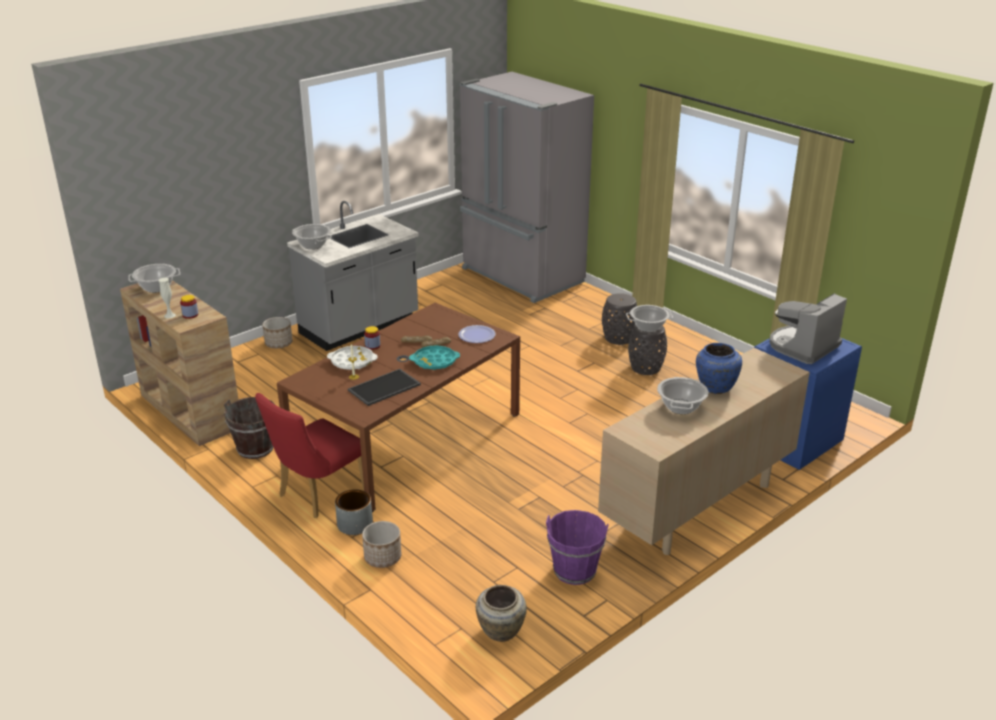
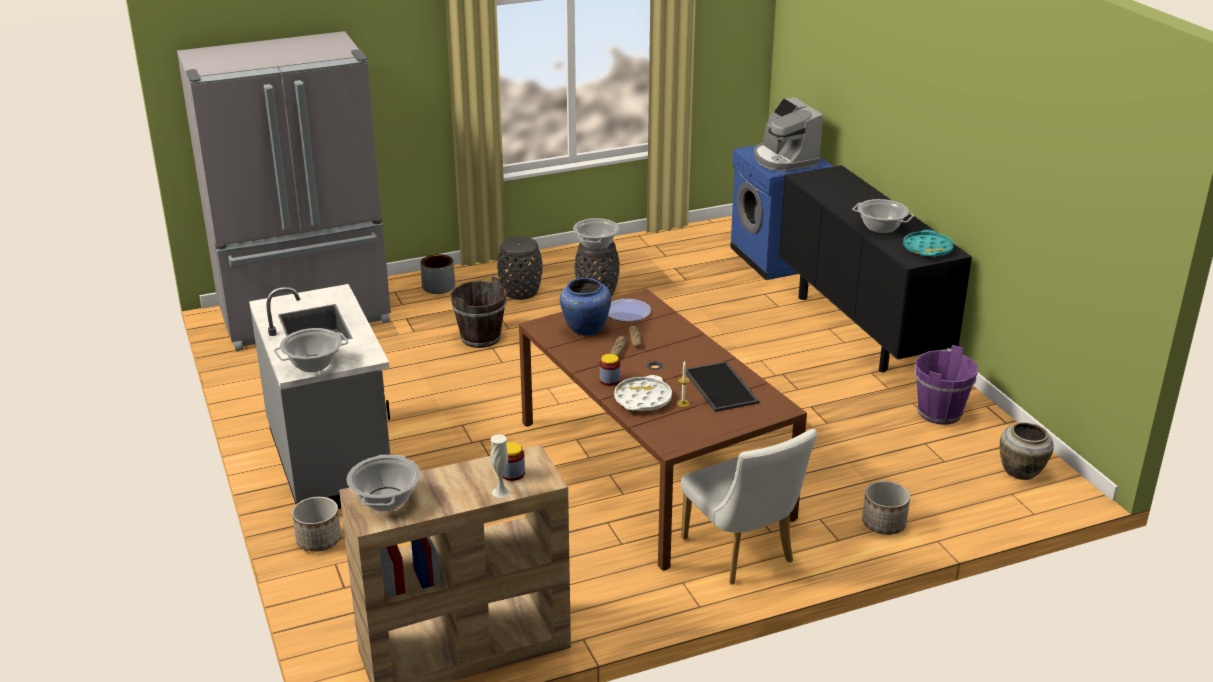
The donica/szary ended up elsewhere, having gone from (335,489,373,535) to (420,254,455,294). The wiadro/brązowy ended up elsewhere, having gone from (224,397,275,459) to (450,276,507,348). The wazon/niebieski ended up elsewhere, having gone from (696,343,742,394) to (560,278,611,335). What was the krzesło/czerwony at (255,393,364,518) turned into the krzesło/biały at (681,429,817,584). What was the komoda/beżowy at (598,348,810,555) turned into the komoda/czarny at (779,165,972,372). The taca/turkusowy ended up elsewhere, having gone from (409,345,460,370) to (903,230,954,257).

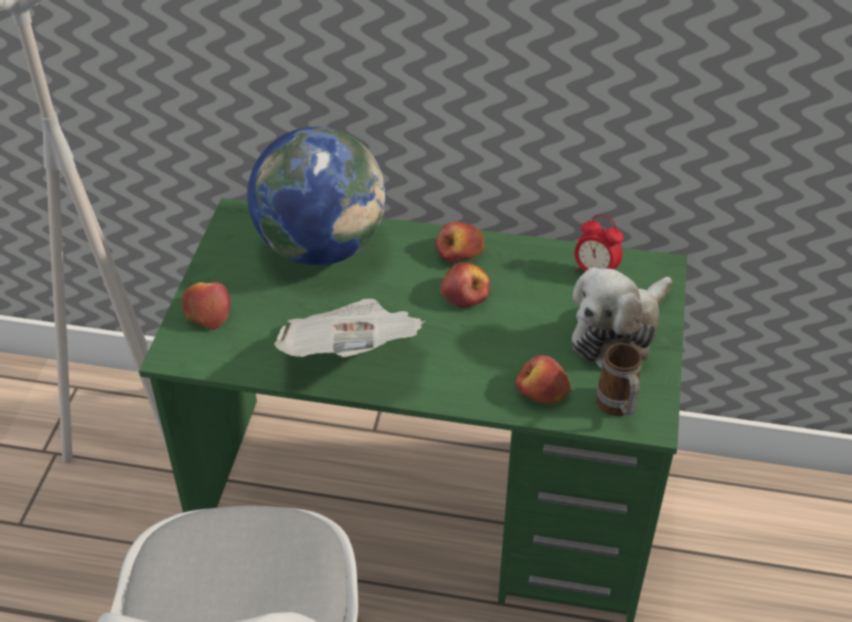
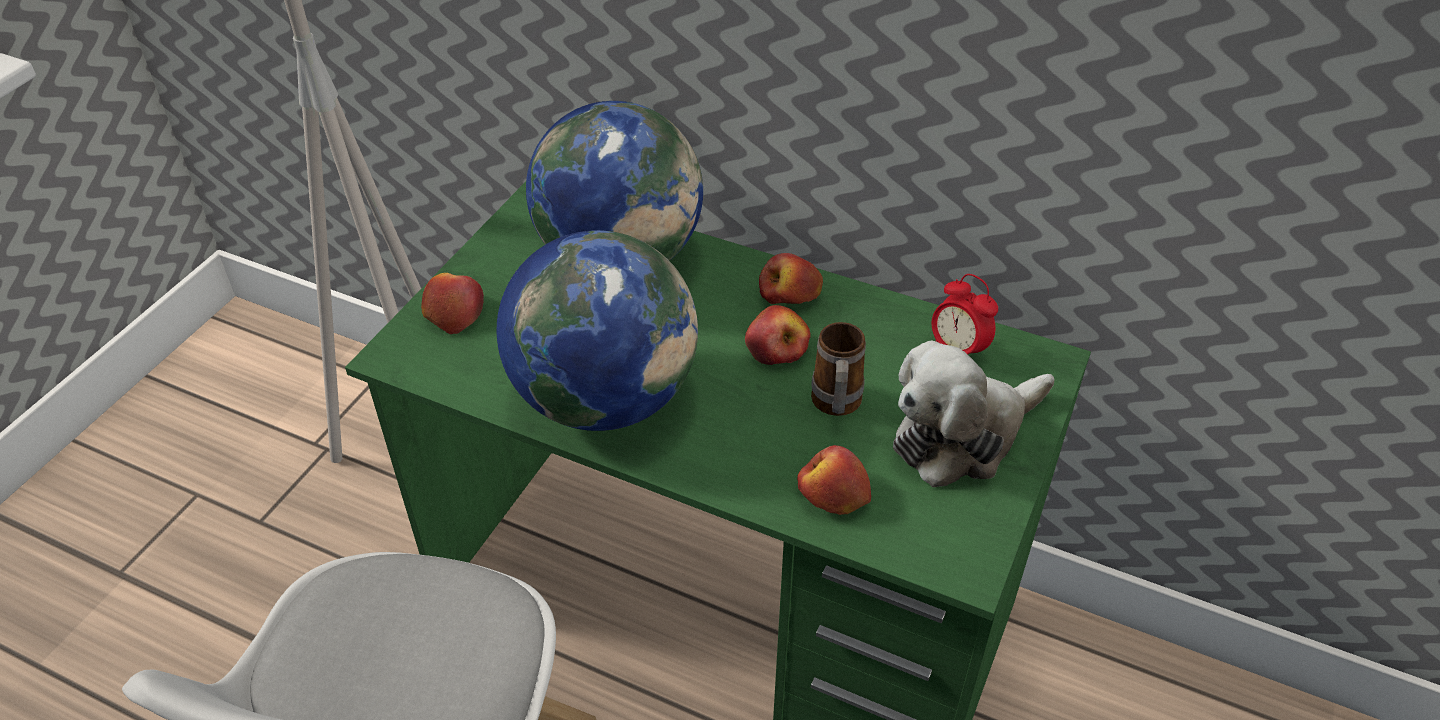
Where the gazeta stood at (274,299,425,357), the globus came to stand at (497,230,698,431). The kubek ended up elsewhere, having gone from (596,343,642,416) to (811,322,866,416).

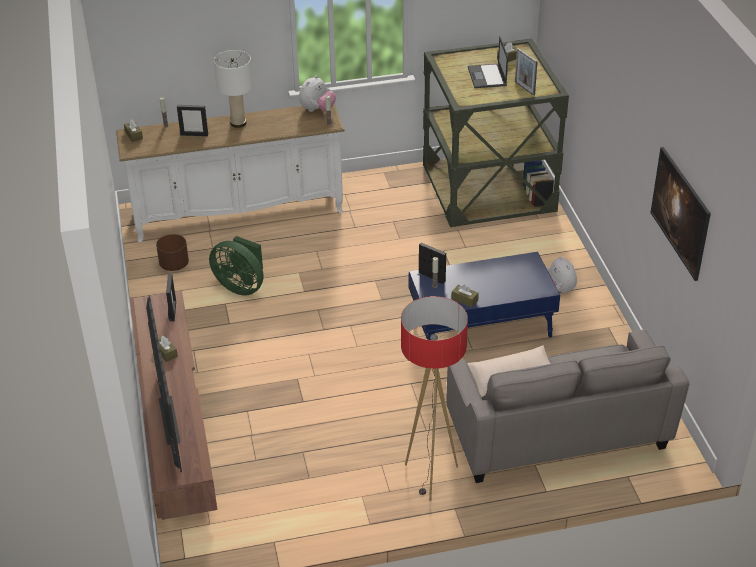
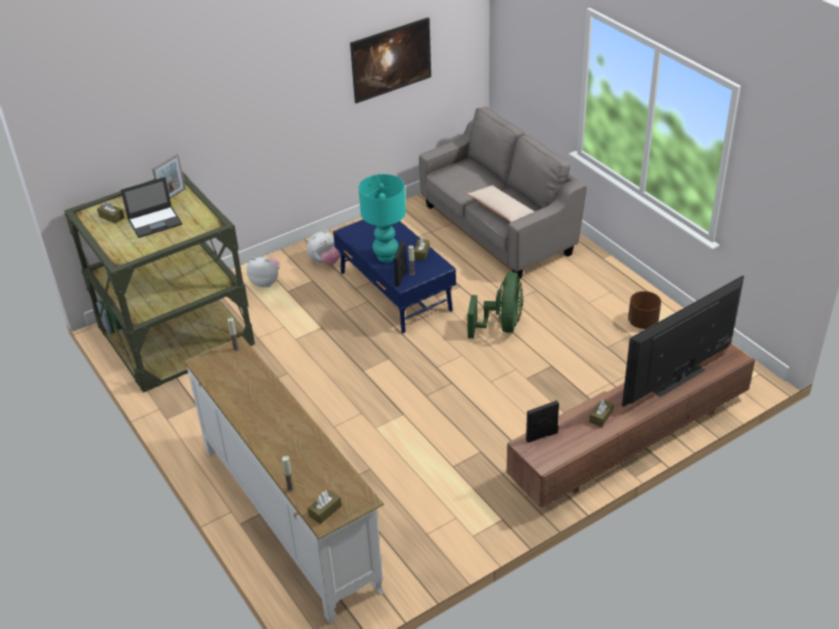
The pluszak ended up elsewhere, having gone from (299,75,336,112) to (247,257,279,287). The second view gained the lampa stołowa/turkusowy at (359,174,406,262). The wentylator/zielony ended up elsewhere, having gone from (209,236,264,296) to (467,272,523,339). The donica/brązowy ended up elsewhere, having gone from (156,234,189,271) to (628,291,661,329). The second view lost the ramka na zdjęcie at (177,105,208,136). The second view lost the lampa stołowa/biały at (214,50,253,128). The second view lost the lampa stojąca at (401,296,468,501).

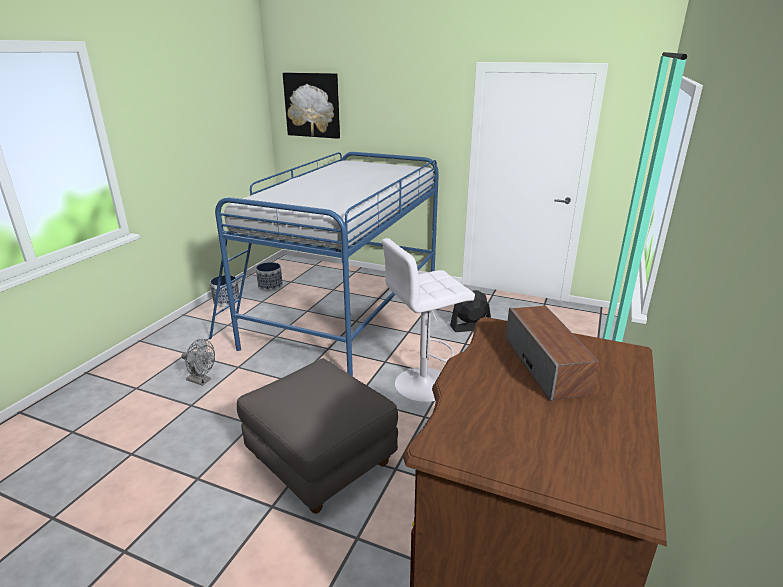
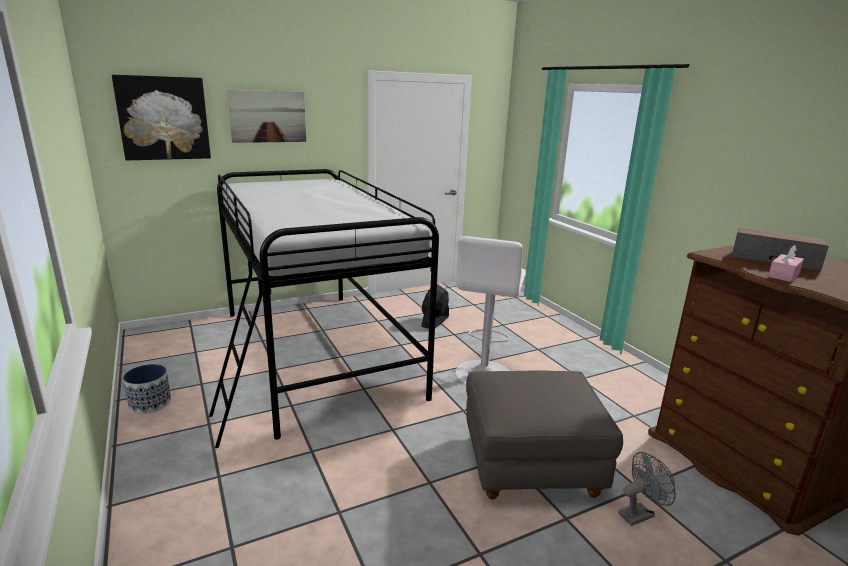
What was the łóżko/niebieski at (209,152,439,376) turned into the łóżko/czarny at (209,169,439,448). The second view gained the obraz at (227,90,306,143). The wentylator/szary ended up elsewhere, having gone from (182,339,215,386) to (618,452,676,526). The second view gained the pudełko chusteczek/różowy at (768,245,804,282). The second view lost the donica at (256,262,283,291).

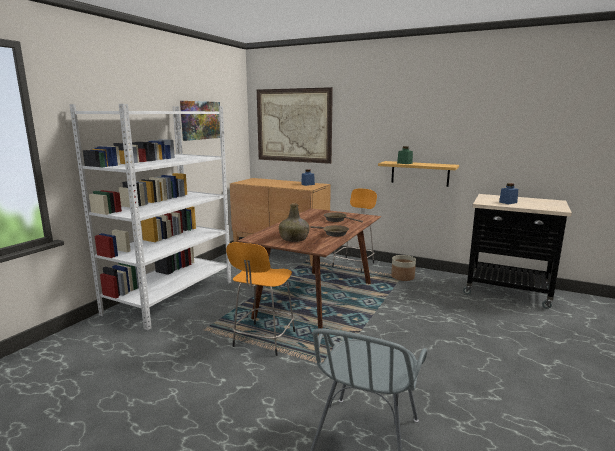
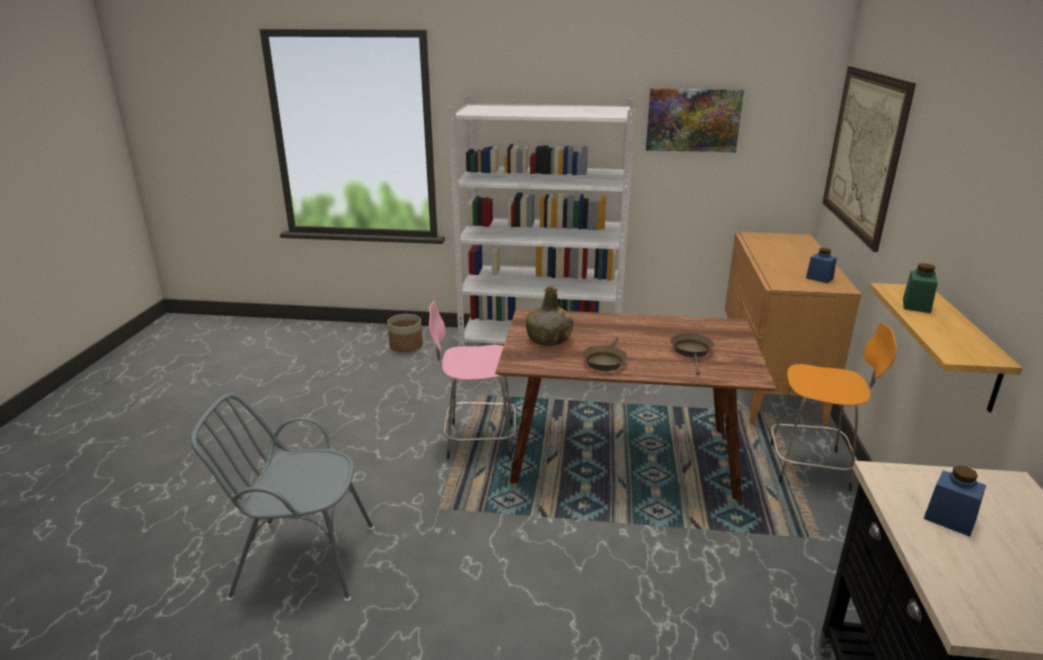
The donica ended up elsewhere, having gone from (391,255,416,281) to (387,314,423,352). What was the stołek/pomarańczowy at (226,242,295,356) turned into the stołek/różowy at (429,301,516,459).

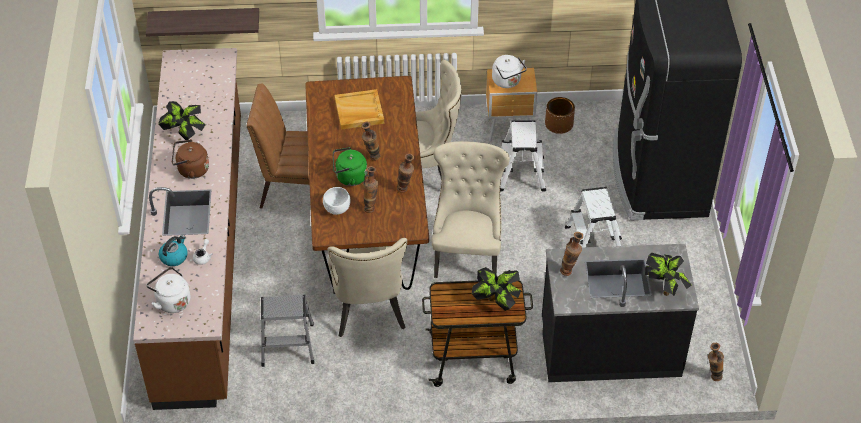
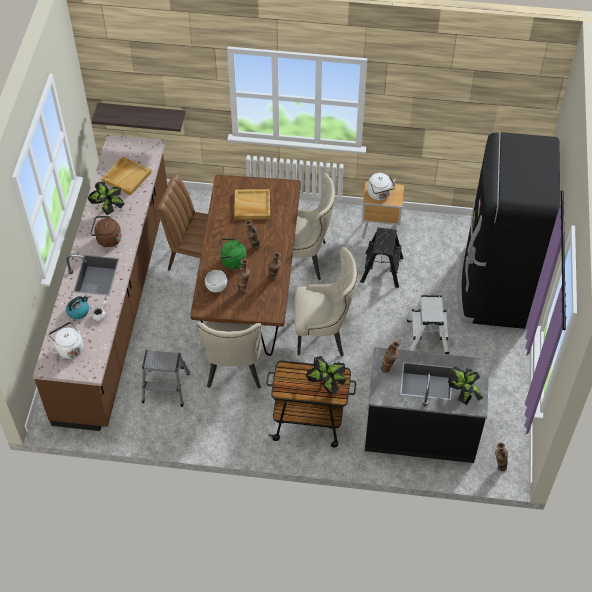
The second view gained the taca/beżowy at (102,156,151,195). The krzesło/beżowy at (431,141,510,278) ended up facing another way, 75 degrees clockwise from before. What was the drabinka/biały at (500,120,546,192) turned into the drabinka/czarny at (360,227,404,288). The second view lost the donica/brązowy at (545,97,575,134).

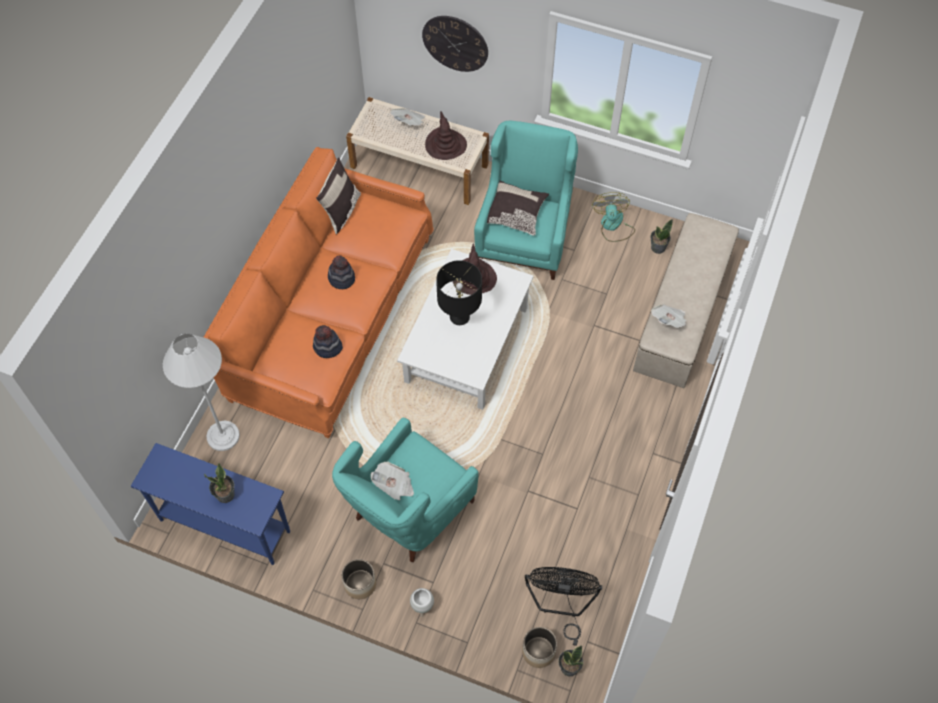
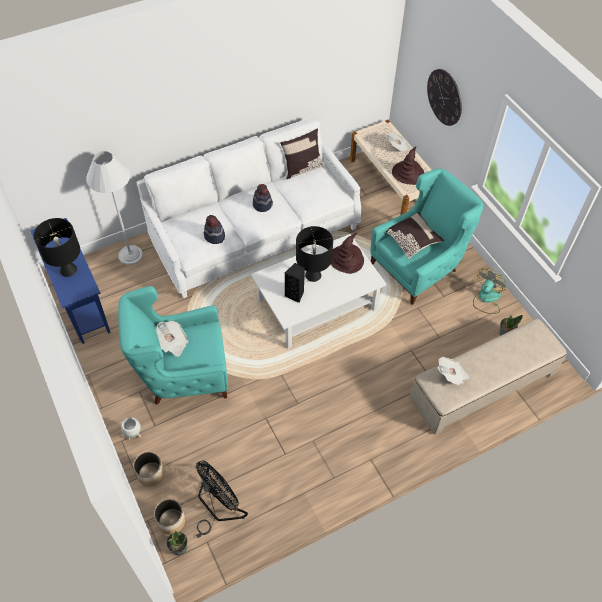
Where the roślina doniczkowa stood at (204,463,234,503), the lampa stołowa/czarny came to stand at (33,218,80,277). The donica ended up elsewhere, having gone from (342,559,376,599) to (133,452,164,486). What was the kanapa/pomarańczowy at (204,147,434,438) turned into the kanapa/biały at (136,117,361,298). The second view gained the głośnik/czarny at (285,263,305,303).

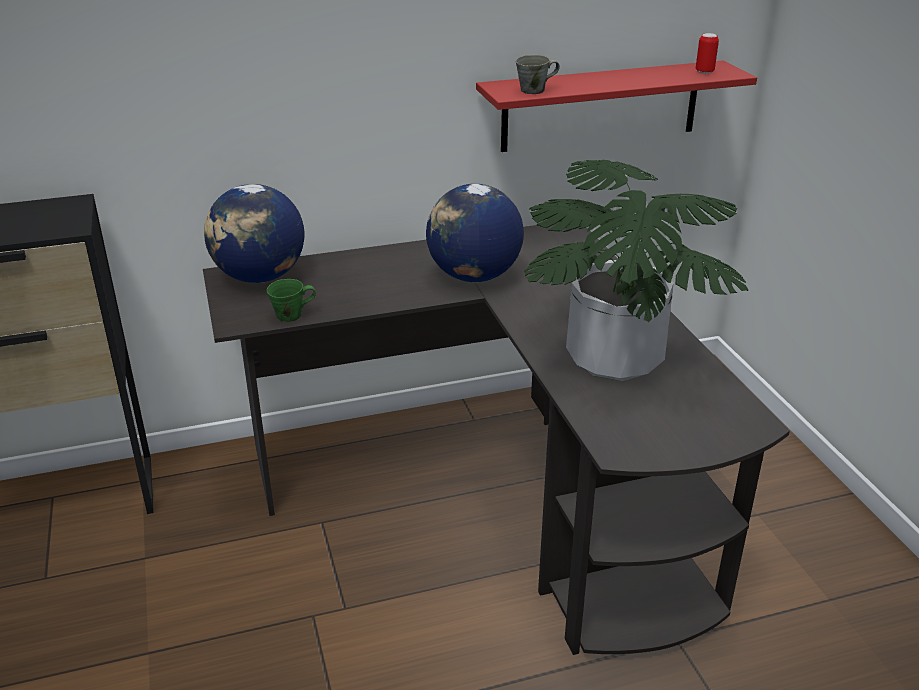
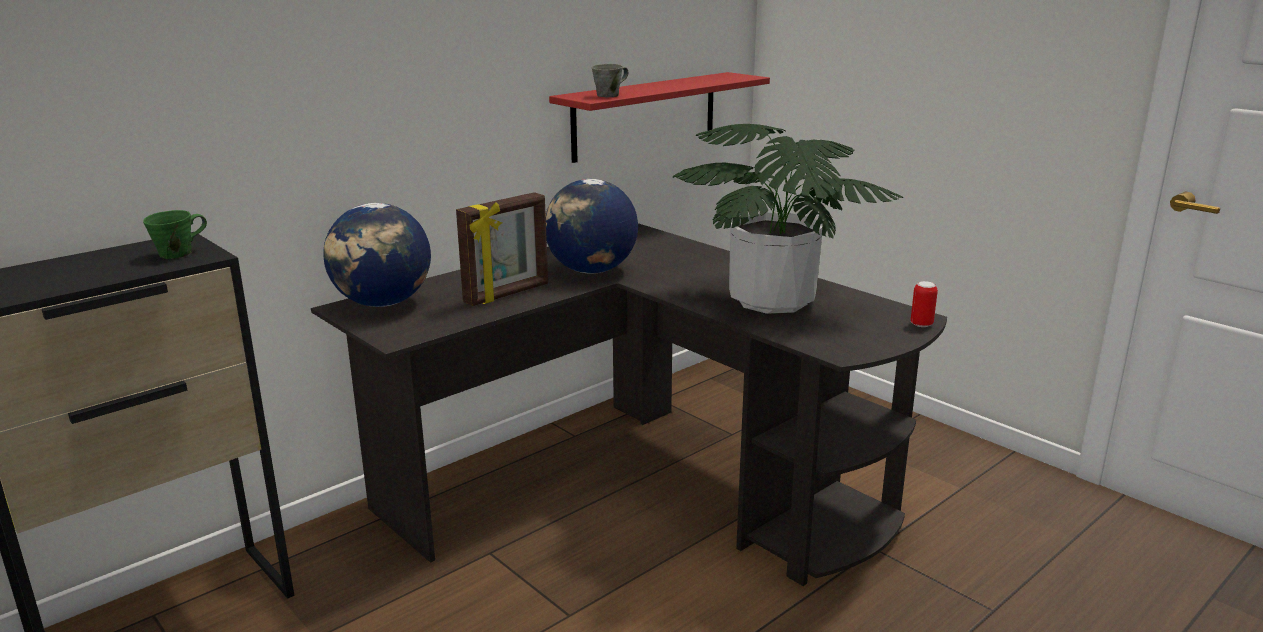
The kubek/zielony ended up elsewhere, having gone from (266,279,316,322) to (143,210,207,259). The second view gained the ramka na zdjęcie at (456,192,548,306). The puszka ended up elsewhere, having gone from (696,33,719,74) to (911,281,938,327).

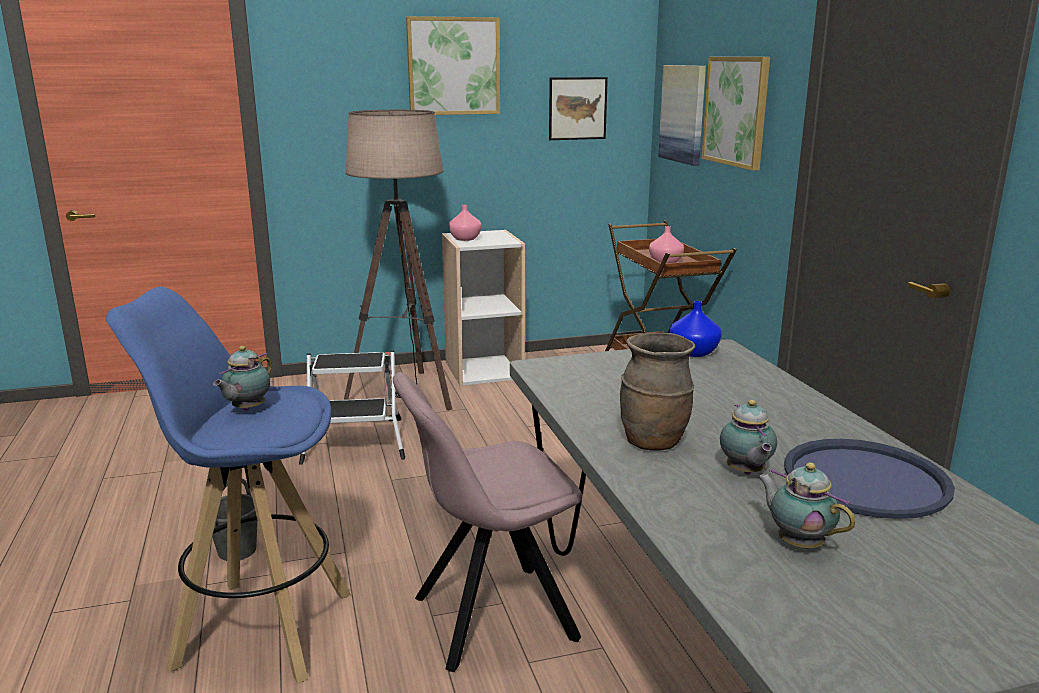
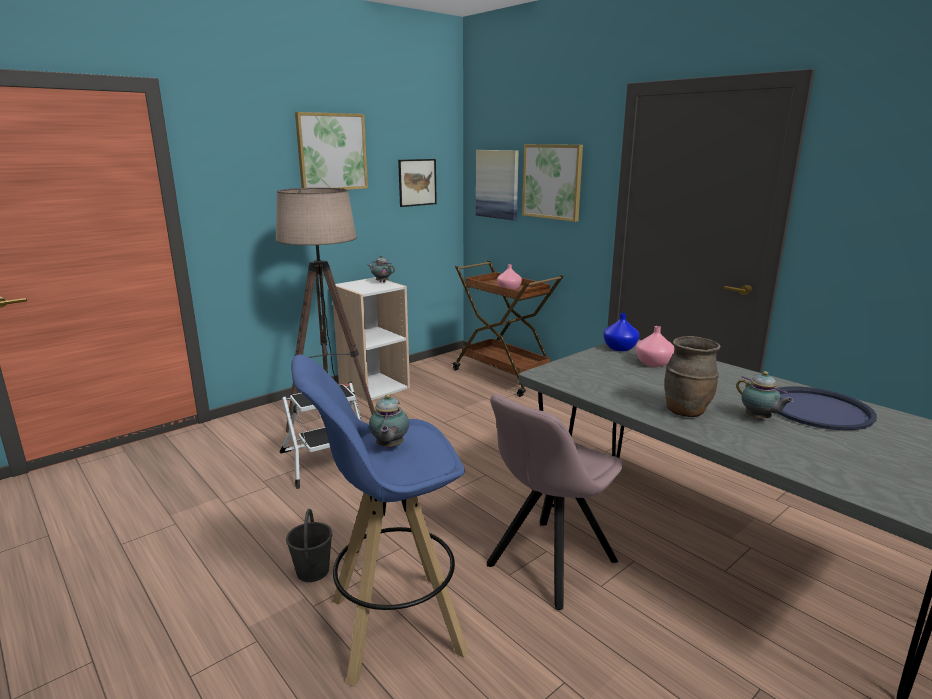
The imbryk ended up elsewhere, having gone from (757,463,855,549) to (368,255,395,283). The wazon/różowy ended up elsewhere, having gone from (449,205,481,241) to (636,326,675,367).

